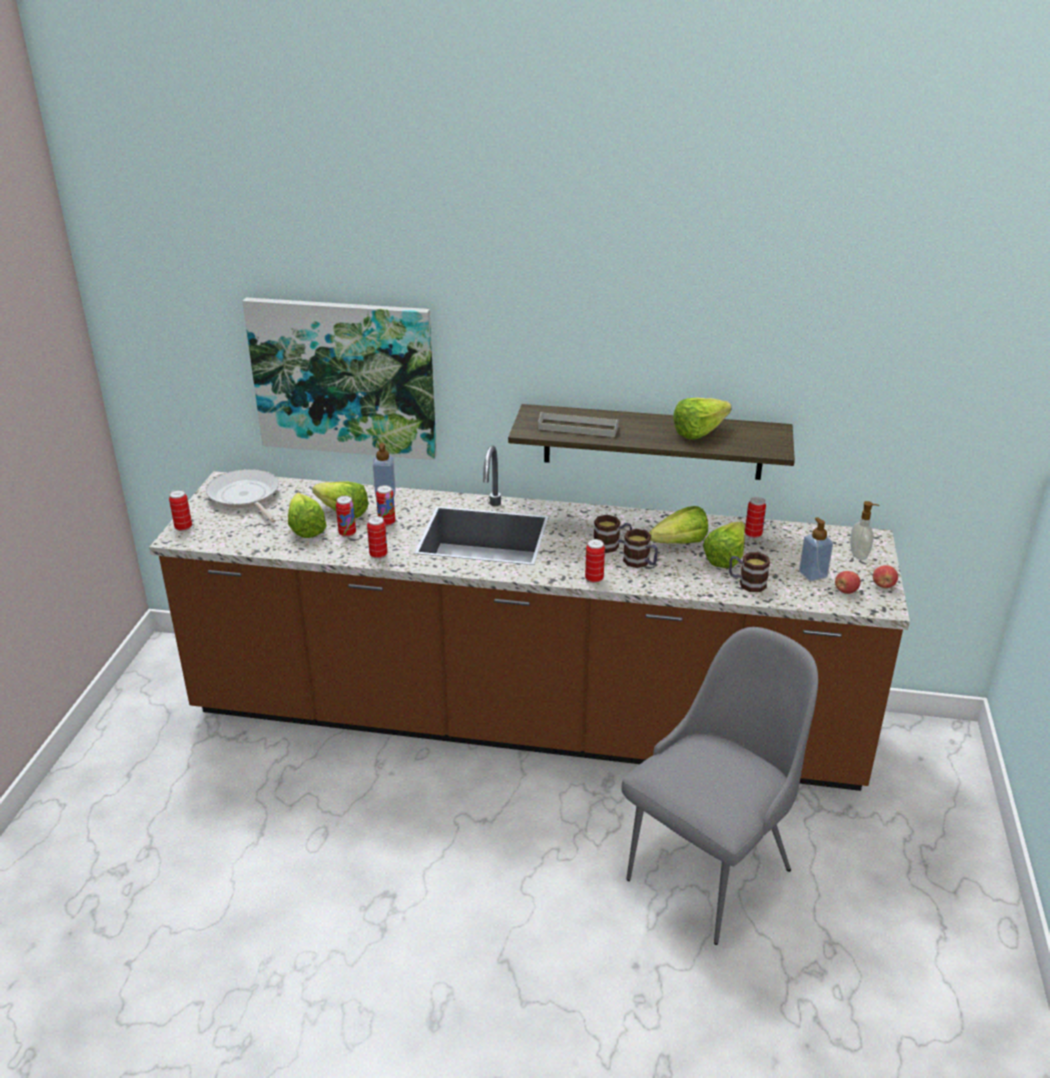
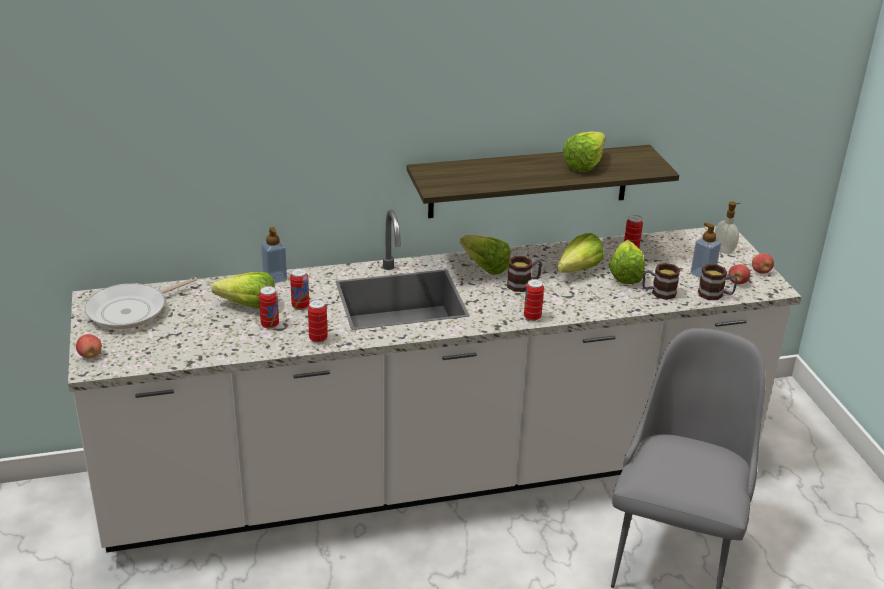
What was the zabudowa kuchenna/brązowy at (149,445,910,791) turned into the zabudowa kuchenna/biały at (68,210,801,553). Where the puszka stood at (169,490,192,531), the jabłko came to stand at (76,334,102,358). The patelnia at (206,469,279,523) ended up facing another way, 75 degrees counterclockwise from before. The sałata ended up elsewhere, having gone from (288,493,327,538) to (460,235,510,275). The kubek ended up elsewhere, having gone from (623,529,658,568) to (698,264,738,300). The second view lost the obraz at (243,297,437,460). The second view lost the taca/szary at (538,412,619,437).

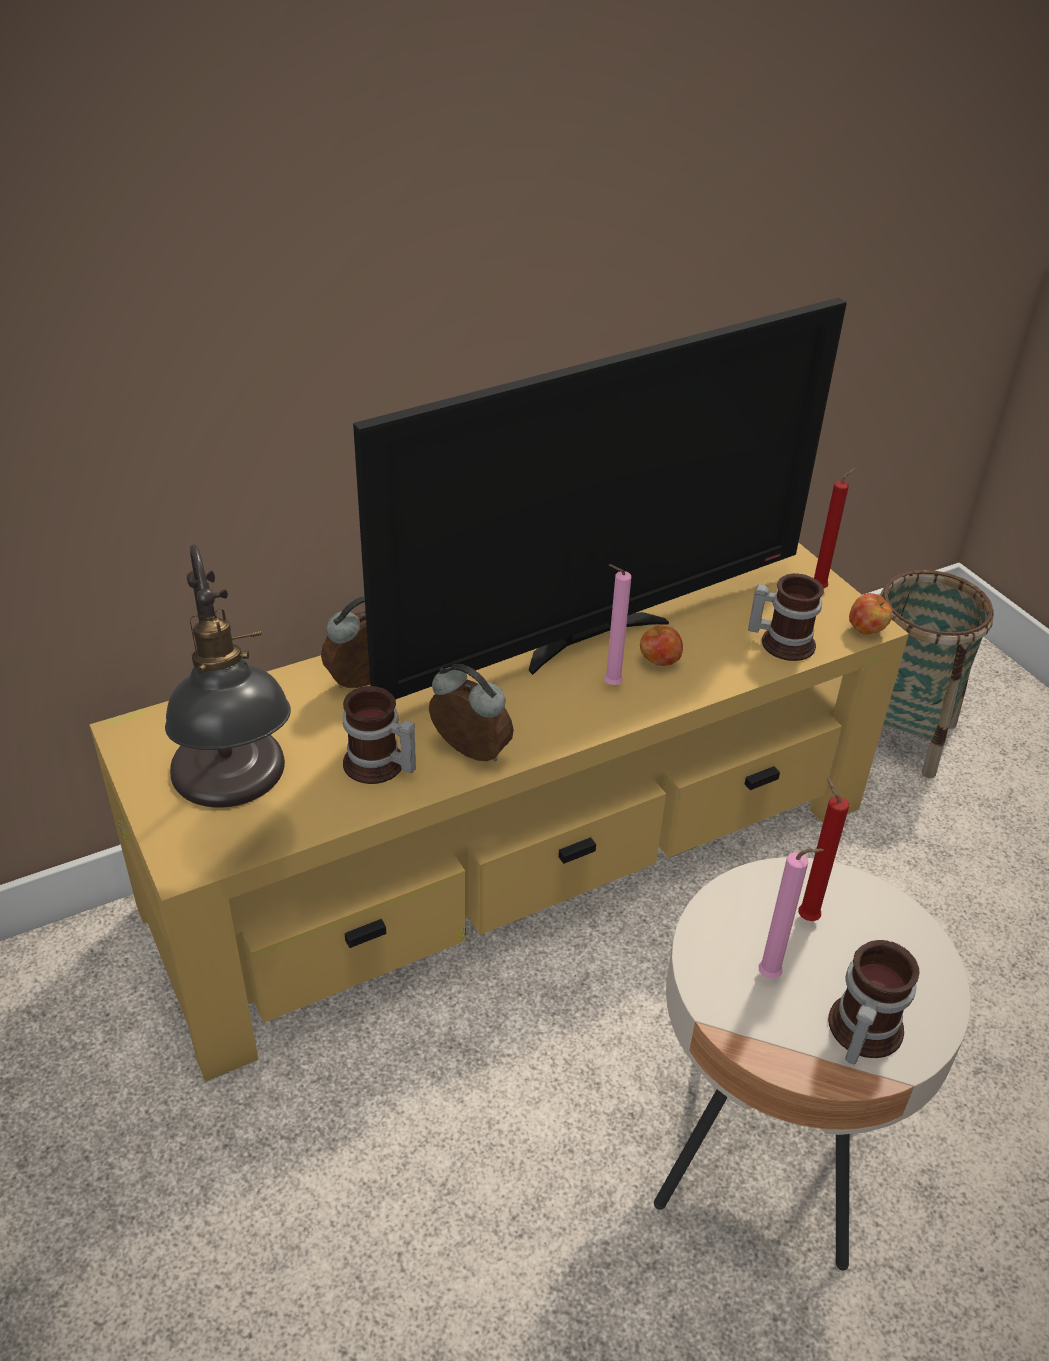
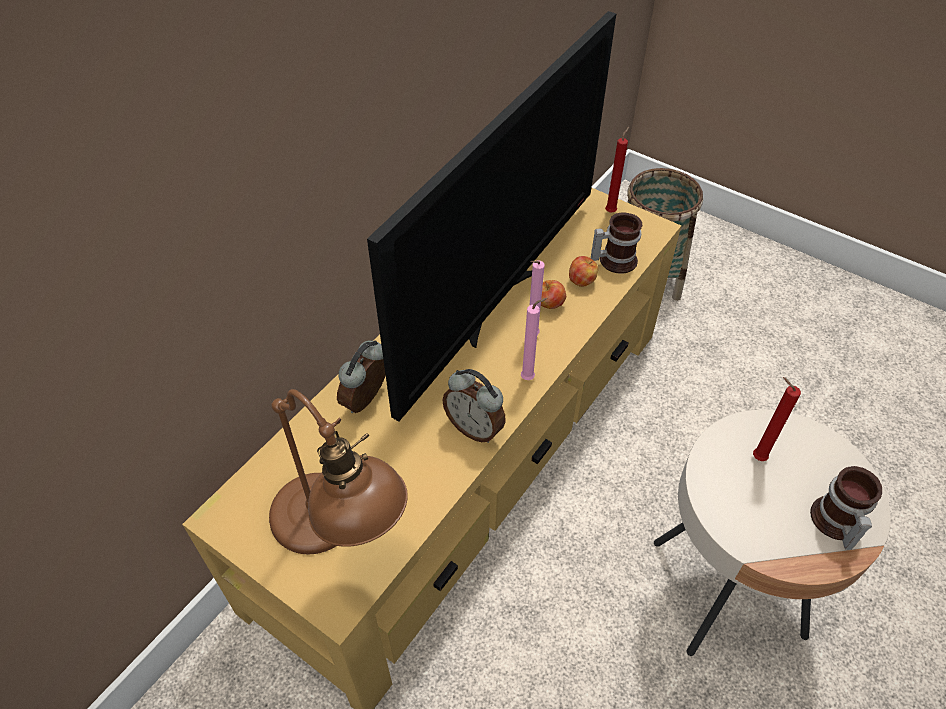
What was the lampa stołowa/szary at (165,544,291,808) turned into the lampa stołowa/brązowy at (269,389,408,554). The budzik at (429,664,514,761) ended up facing another way, 150 degrees counterclockwise from before. The świeca/różowy ended up elsewhere, having gone from (758,849,824,979) to (521,298,547,380). The jabłko ended up elsewhere, having gone from (849,593,892,635) to (569,256,598,287). The second view lost the kubek at (343,686,416,784).

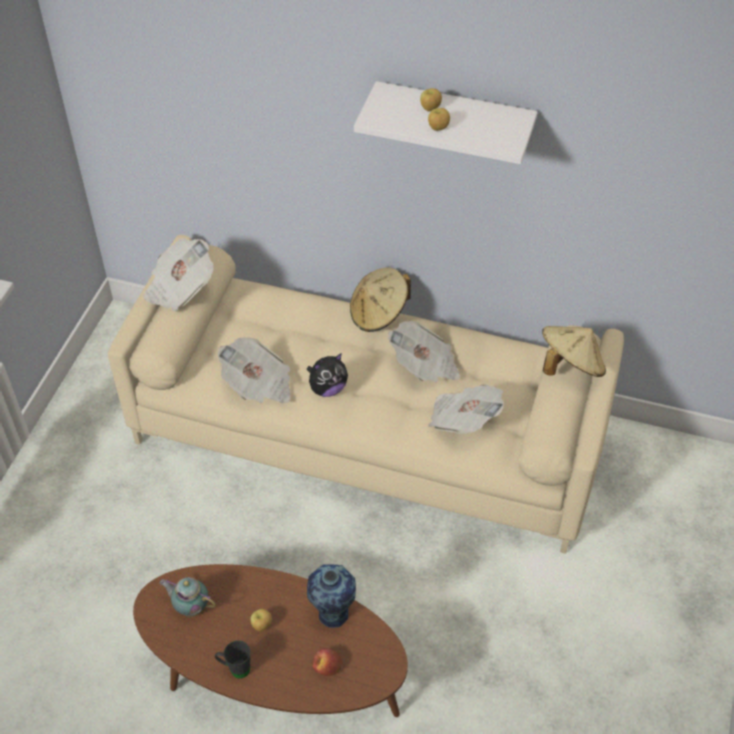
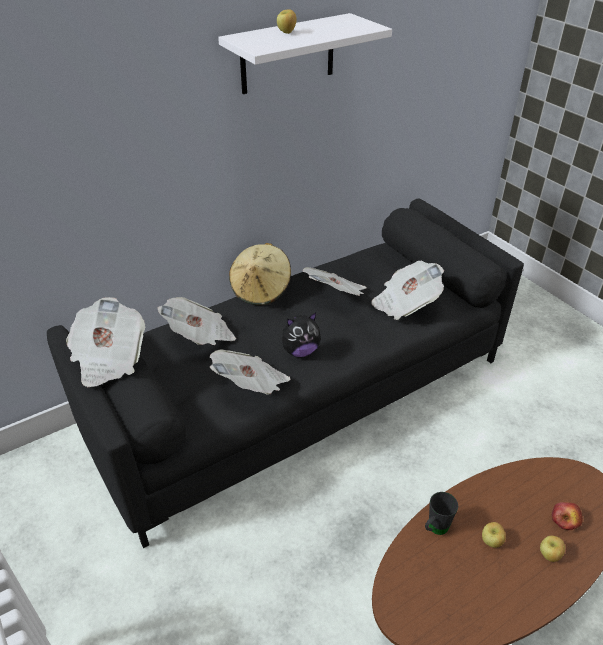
What was the kanapa/beżowy at (108,235,624,554) turned into the kanapa/czarny at (47,199,524,548). The second view gained the gazeta at (157,297,236,345). The pluszak at (306,353,348,397) ended up facing another way, 60 degrees clockwise from before. The kubek/czarny ended up elsewhere, having gone from (215,640,250,679) to (425,492,458,535). The jabłko ended up elsewhere, having gone from (428,108,450,131) to (540,536,565,562). The second view lost the imbryk at (160,577,216,617). The second view lost the wazon at (307,564,356,628). The second view lost the kapelusz/beżowy at (542,326,606,377).

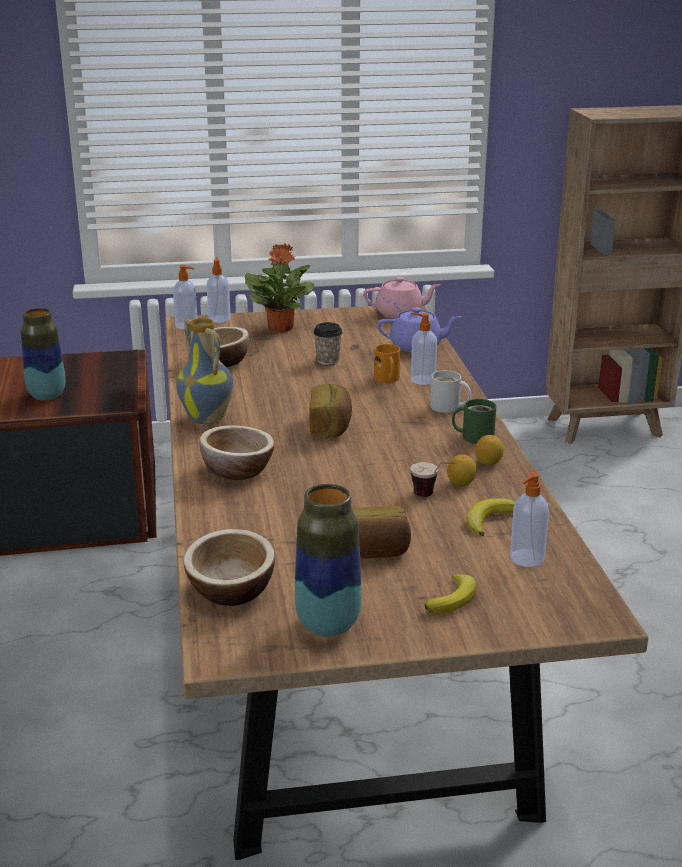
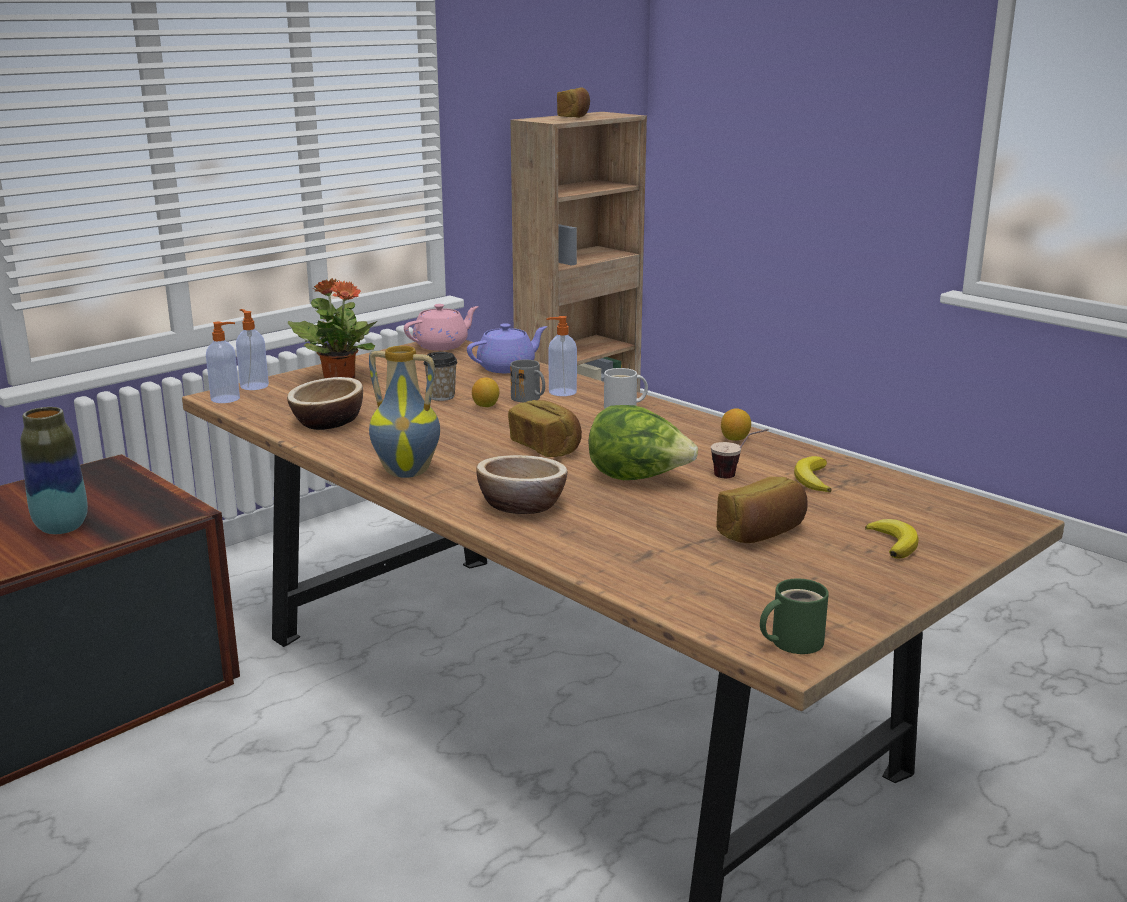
The cytryna ended up elsewhere, having gone from (447,454,477,486) to (472,377,499,407). What was the kubek/pomarańczowy at (374,344,400,383) turned into the kubek/szary at (510,360,545,402). The second view gained the chleb at (557,88,590,118). The second view gained the sałata at (588,405,698,480). The kubek/zielony ended up elsewhere, having gone from (452,399,496,444) to (760,579,829,654). The second view lost the miska at (183,529,275,606). The second view lost the wazon at (295,484,362,637). The second view lost the dozownik mydła at (510,472,549,567).

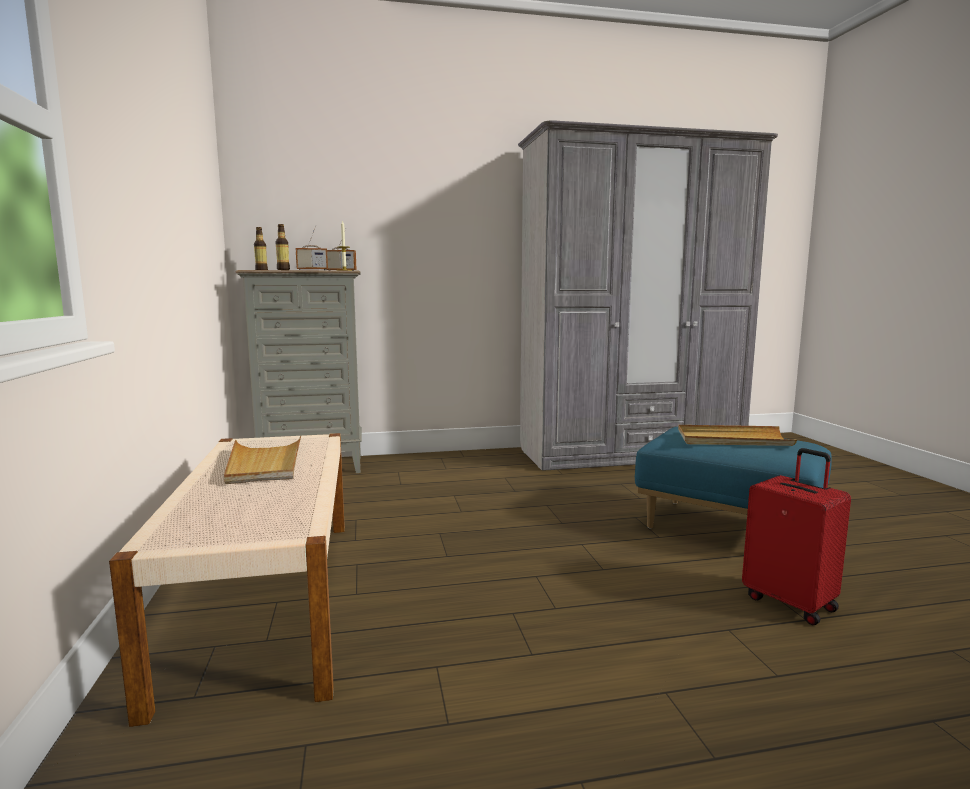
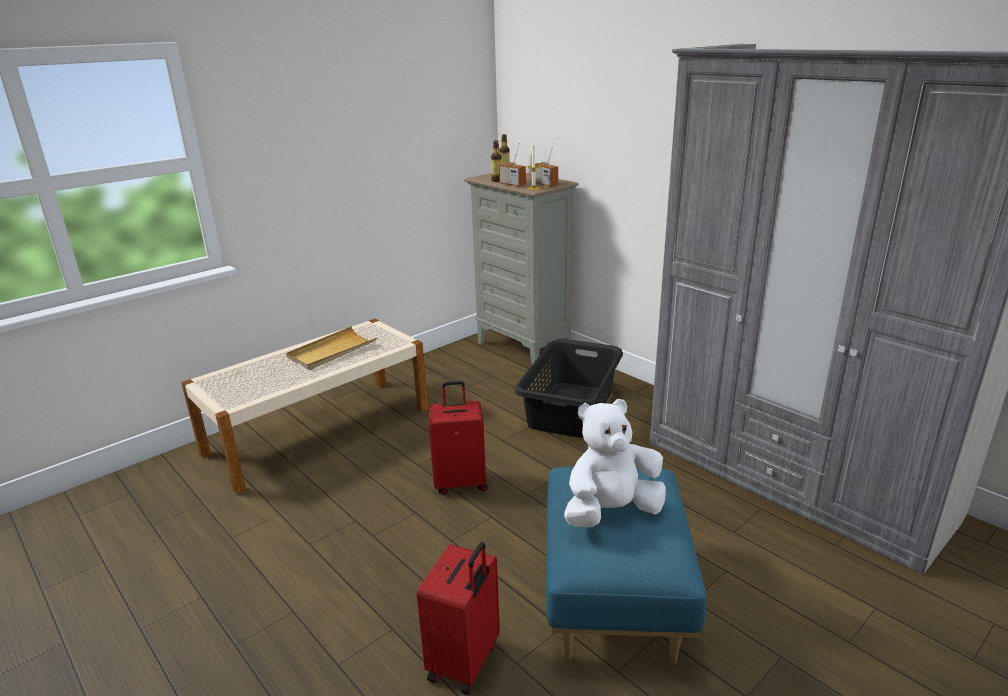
The second view gained the walizka/czerwony at (429,381,487,495). The second view gained the kosz na pranie/czarny at (515,339,623,438). Where the taca/beżowy stood at (678,425,797,446), the pluszak/biały came to stand at (564,399,666,527).

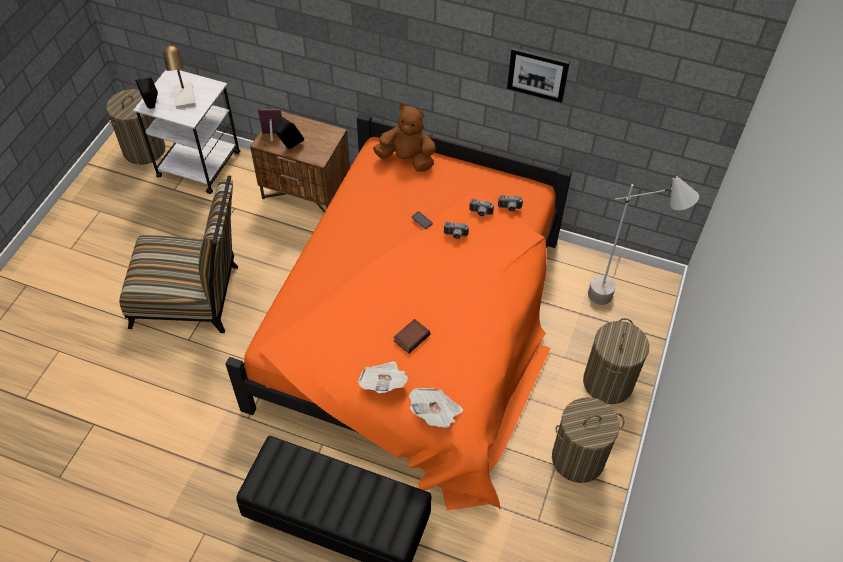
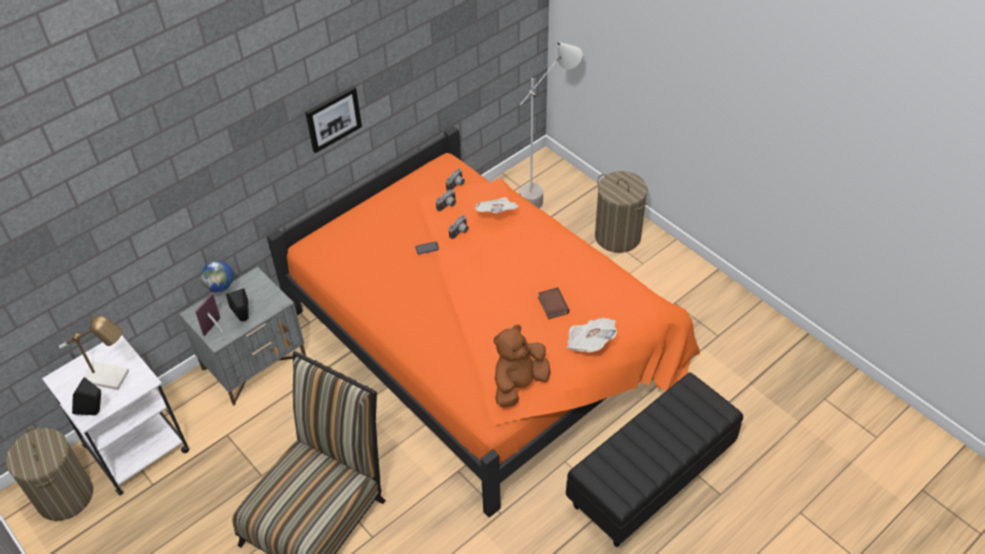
What was the szafka nocna/brązowy at (250,111,350,213) turned into the szafka nocna/szary at (179,267,306,406). The second view gained the globus at (201,260,234,298). The obraz ended up elsewhere, having gone from (507,47,570,103) to (305,86,362,153). The gazeta ended up elsewhere, having gone from (409,388,463,428) to (475,197,519,213). The pluszak/brązowy ended up elsewhere, having gone from (373,103,436,172) to (494,325,551,407). The second view lost the kosz na pranie at (552,397,624,483).

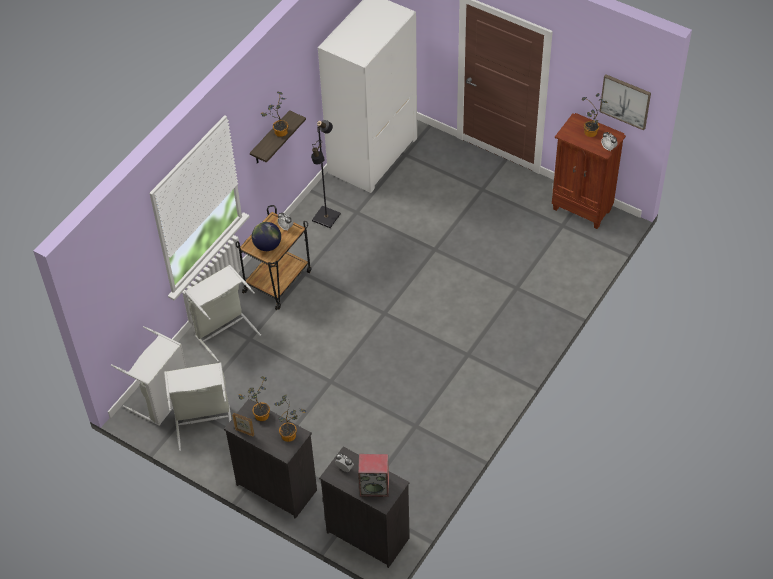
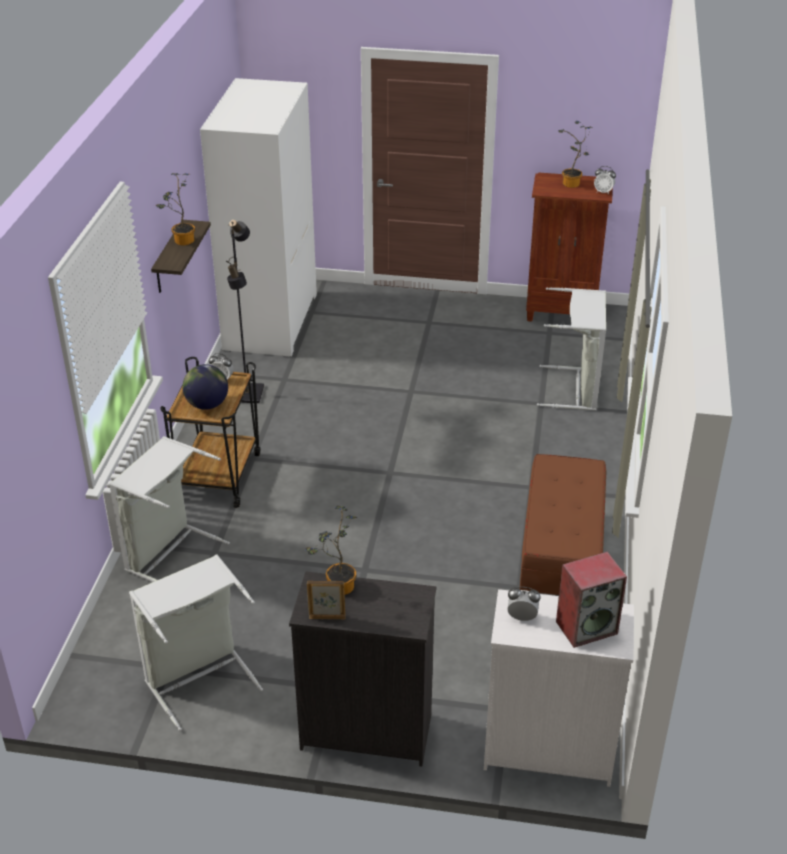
What was the komoda/czarny at (319,447,410,568) turned into the komoda/biały at (484,589,634,787). The second view gained the ławka/brązowy at (520,454,606,595). The kosz na pranie/szary ended up elsewhere, having gone from (111,326,187,426) to (537,287,606,411). The second view lost the roślina doniczkowa at (275,395,306,442). The second view lost the obraz at (600,74,651,130).

